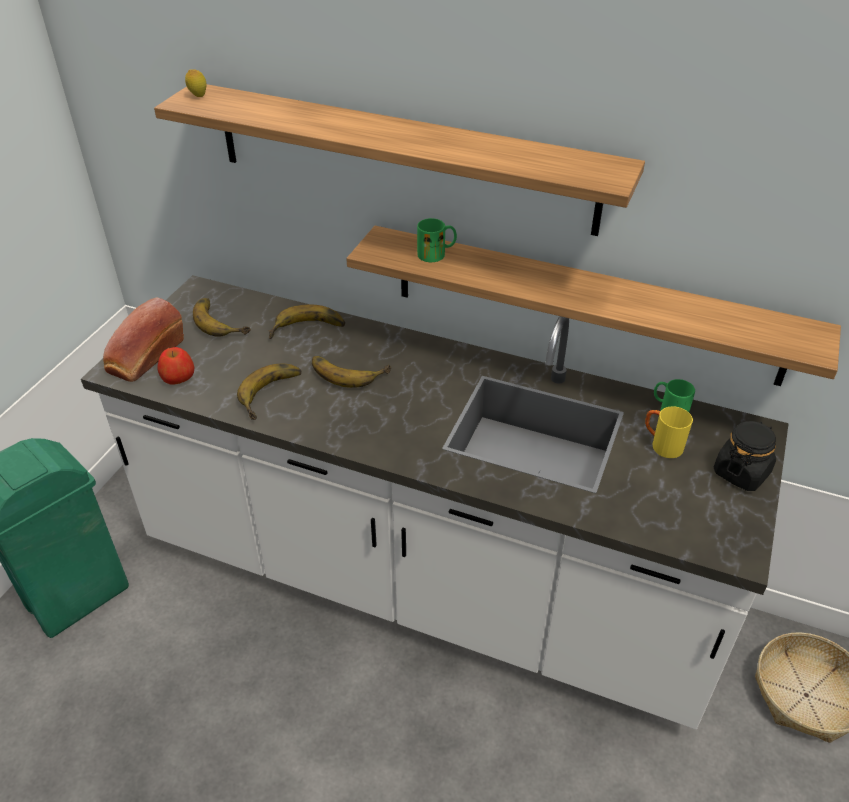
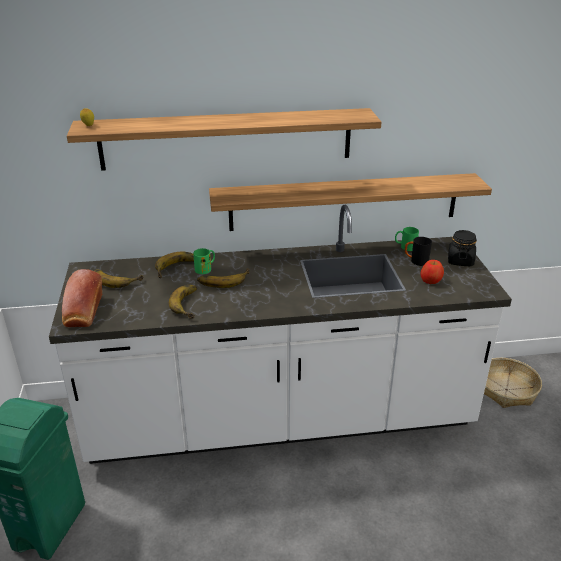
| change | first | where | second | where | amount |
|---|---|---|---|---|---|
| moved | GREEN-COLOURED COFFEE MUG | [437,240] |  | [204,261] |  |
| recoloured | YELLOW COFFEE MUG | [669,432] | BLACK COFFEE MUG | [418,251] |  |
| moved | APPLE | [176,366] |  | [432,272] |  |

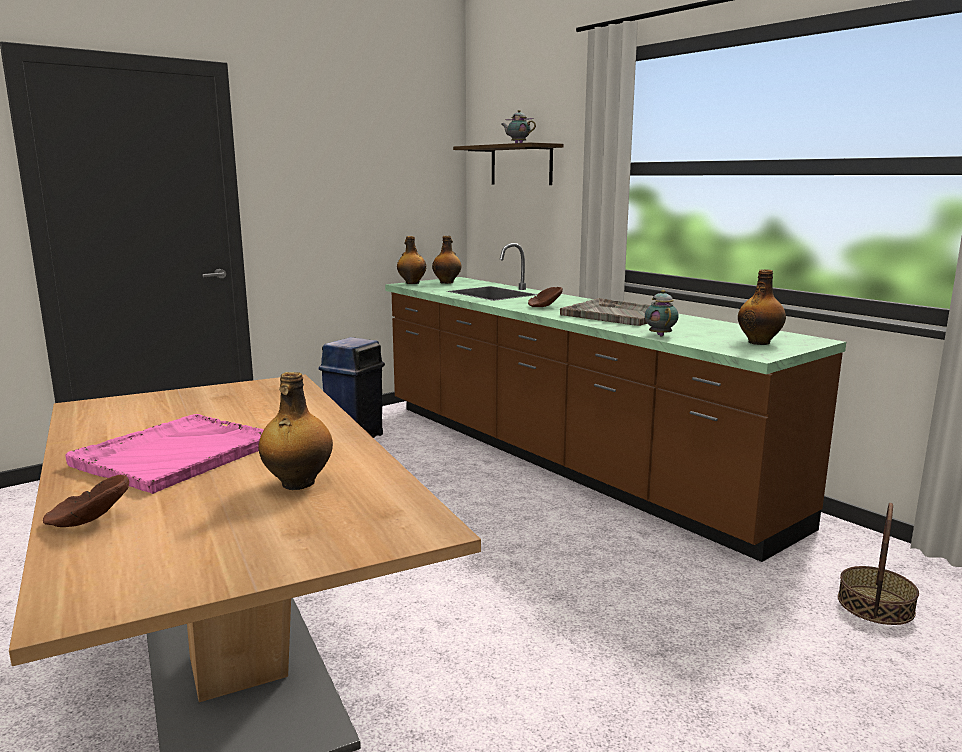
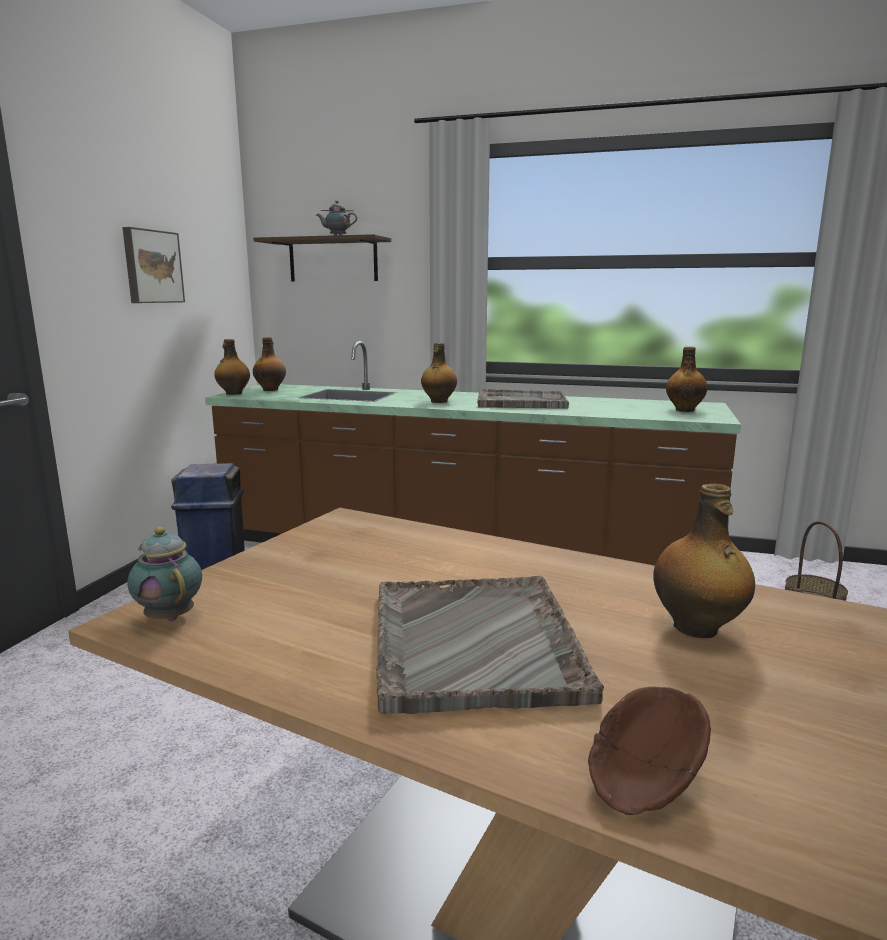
| change | first | where | second | where | amount |
|---|---|---|---|---|---|
| added |  |  | PICTURE | [153,265] |  |
| moved | TEA POT | [662,313] |  | [165,574] |  |
| recoloured | PINK CARRYING TRAY | [165,454] | GREY CARRYING TRAY | [490,645] |  |
| replaced | BROWNISH BOWL | [545,297] | BEVERAGE BOTTLE | [439,373] |  |

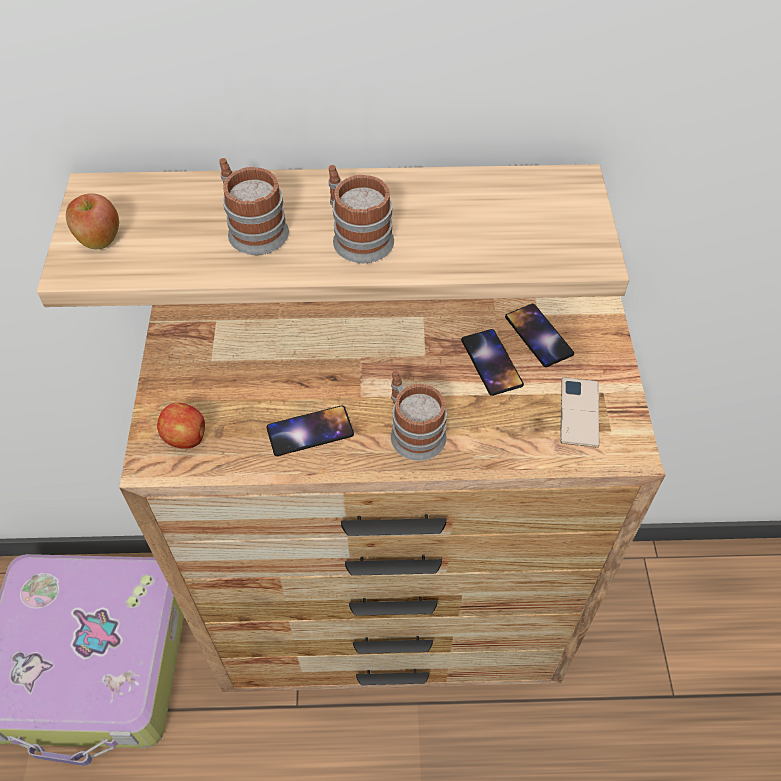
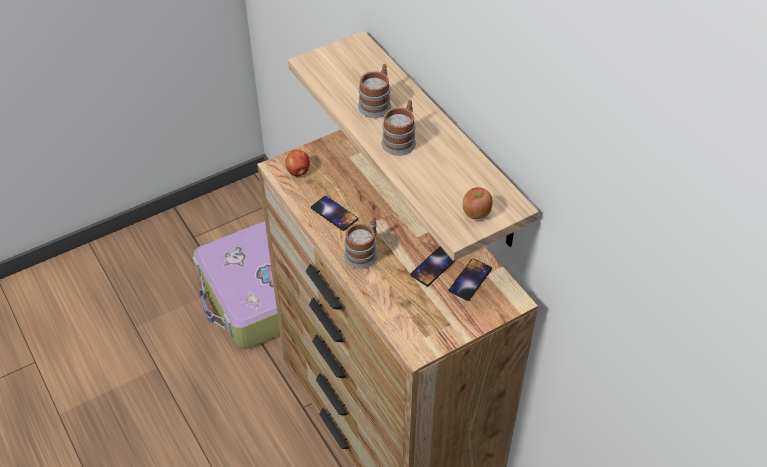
| change | first | where | second | where | amount |
|---|---|---|---|---|---|
| moved | APPLE | [92,221] |  | [478,203] |  |
| removed | HANDSET | [579,412] |  |  |  |

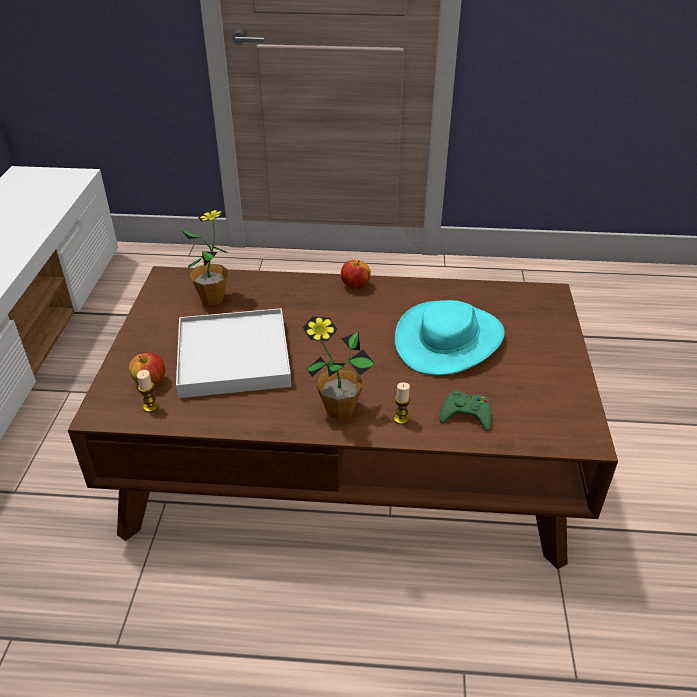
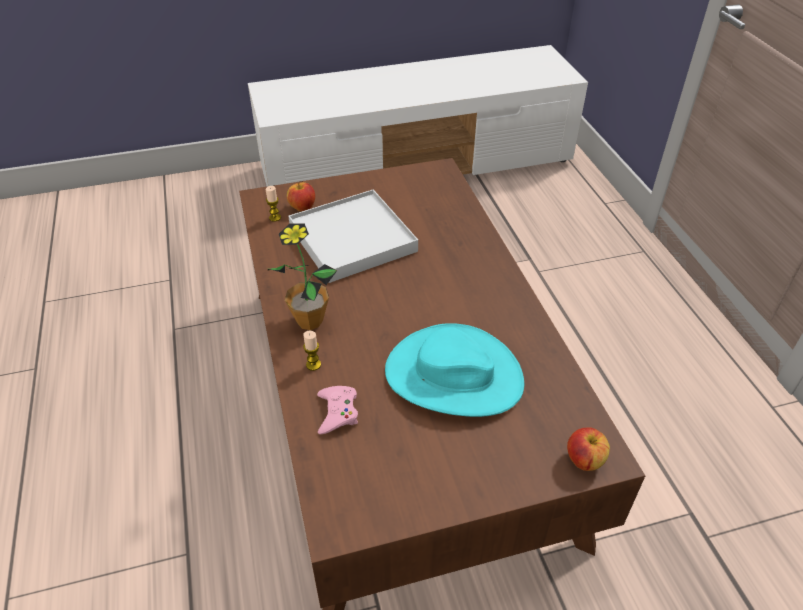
| change | first | where | second | where | amount |
|---|---|---|---|---|---|
| recoloured | GREEN-COLOURED GAMEPAD | [465,411] | PINK GAMEPAD | [337,410] |  |
| moved | APPLE | [356,274] |  | [588,449] |  |
| removed | PLANT IN A POT | [204,257] |  |  |  |

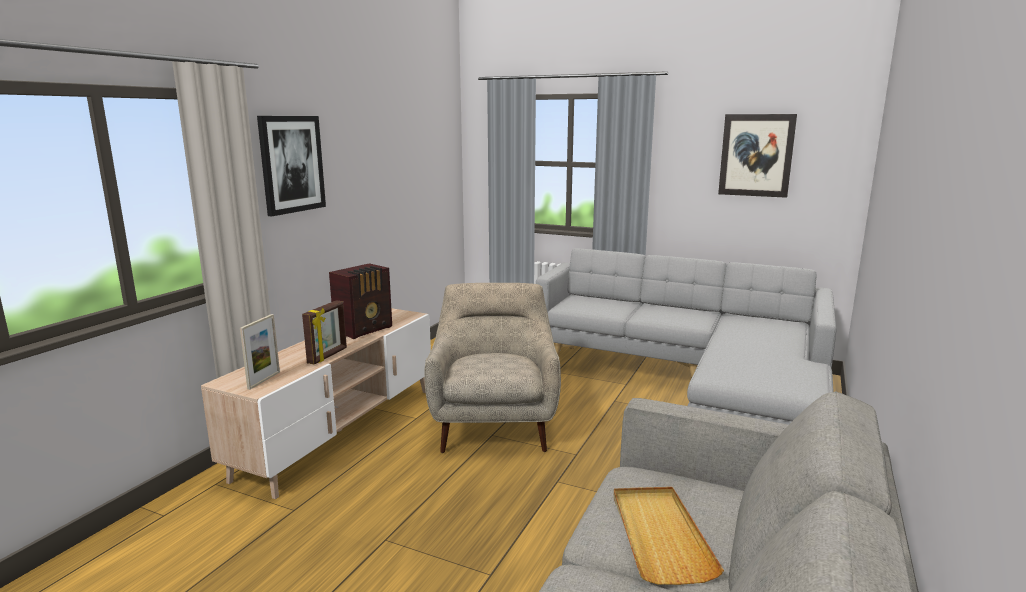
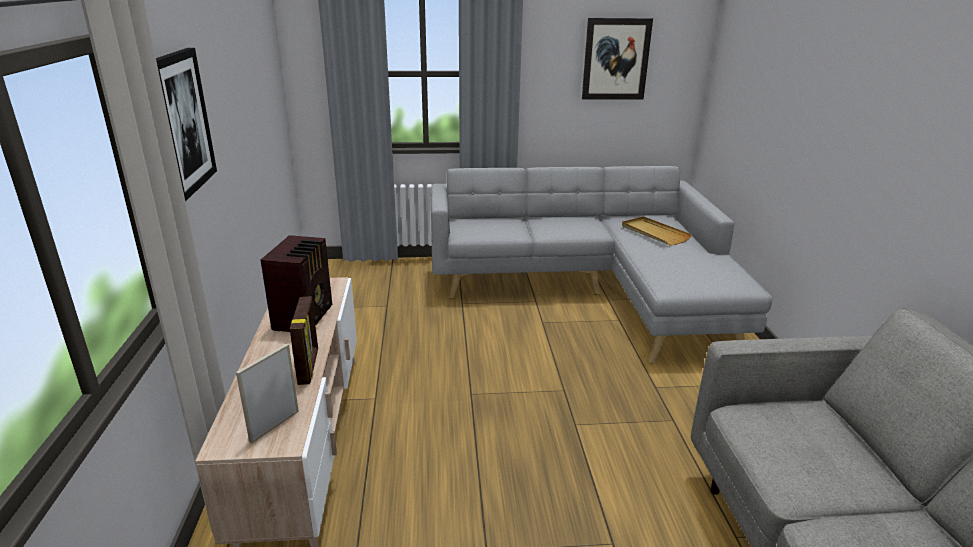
| change | first | where | second | where | amount |
|---|---|---|---|---|---|
| turned | STANDING FRAME | [260,352] |  | [267,393] | 135 degrees counterclockwise |
| moved | BEIGE-COLOURED CARRYING TRAY | [668,536] |  | [657,231] |  |
| removed | BEIGE-COLOURED EASY CHAIR | [492,368] |  |  |  |

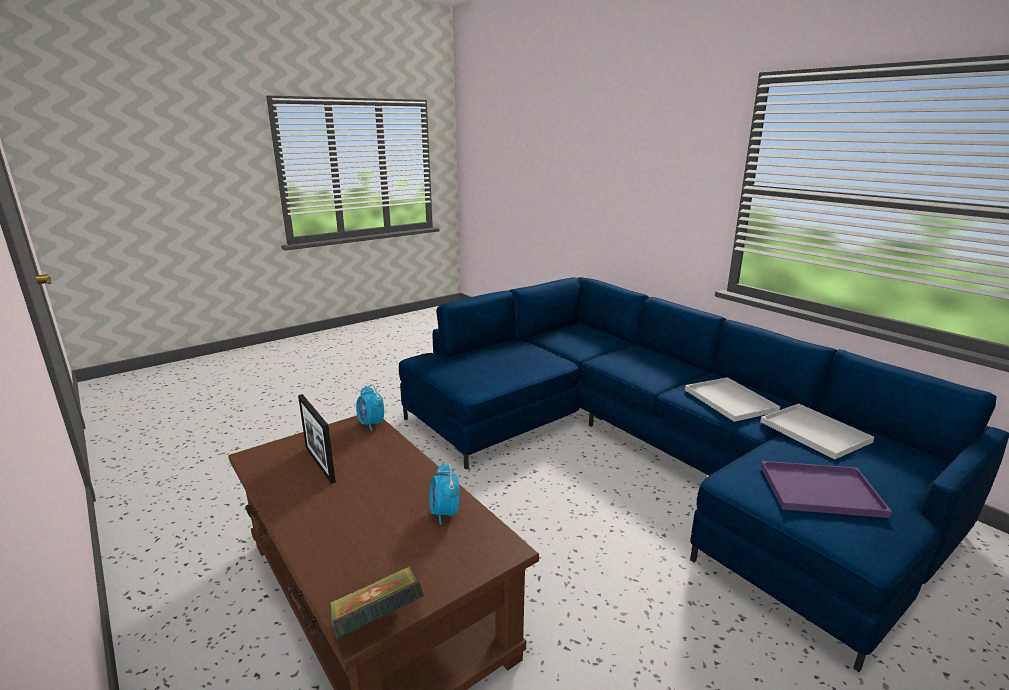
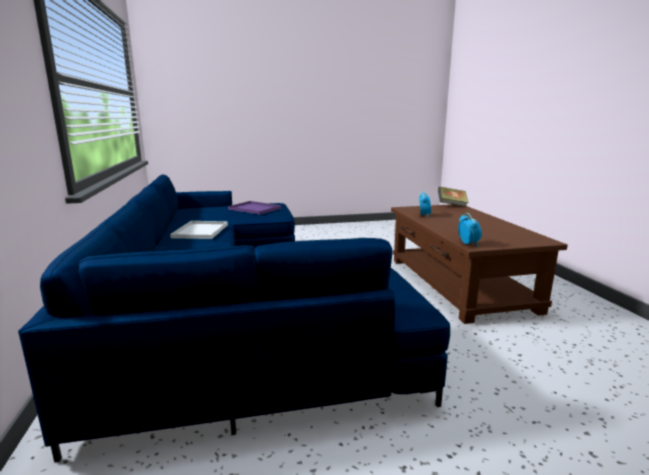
| change | first | where | second | where | amount |
|---|---|---|---|---|---|
| removed | STANDING FRAME | [317,439] |  |  |  |
| removed | WHITISH CARRYING TRAY | [817,431] |  |  |  |

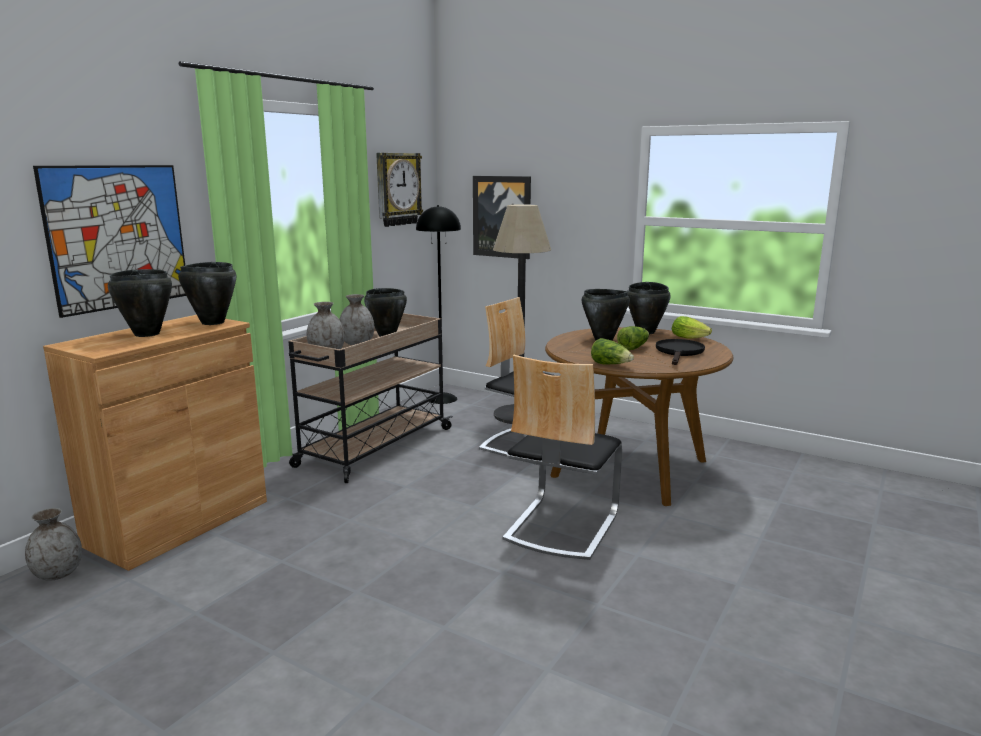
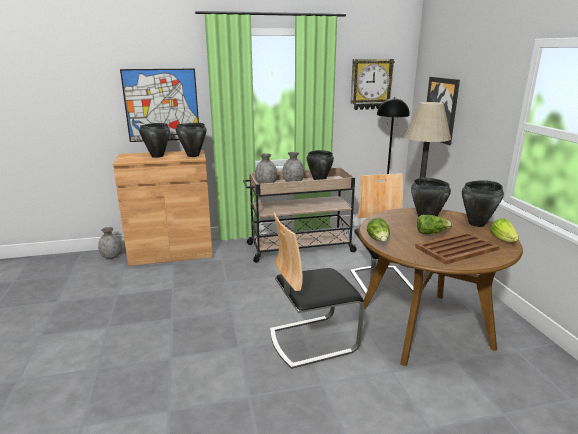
| change | first | where | second | where | amount |
|---|---|---|---|---|---|
| replaced | BLACK FRYING PAN | [680,352] | BROWNISH CARRYING TRAY | [457,248] |  |

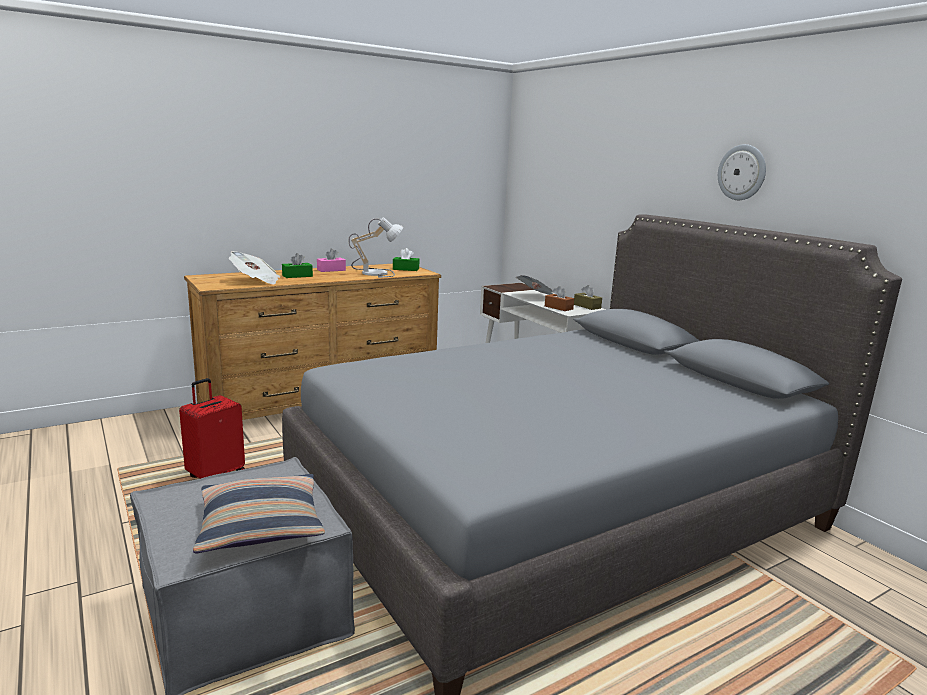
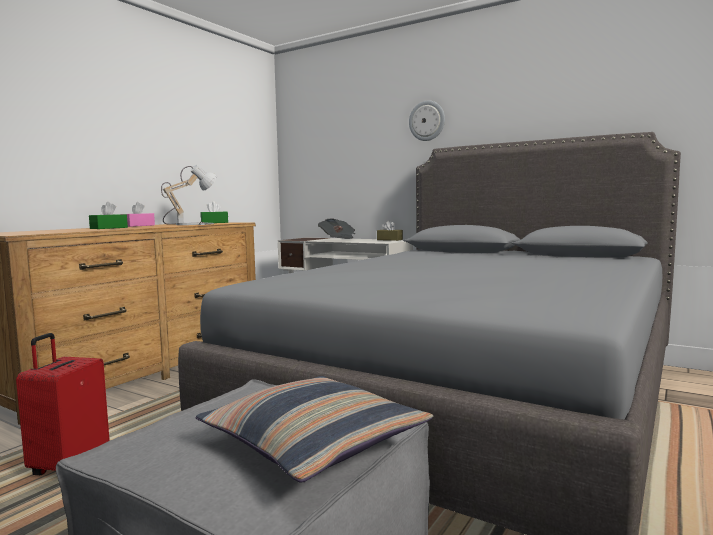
| change | first | where | second | where | amount |
|---|---|---|---|---|---|
| moved | WALL CLOCK | [742,172] |  | [427,120] |  |
| removed | DAILY PAPER | [254,268] |  |  |  |
| removed | BROWNISH BOX OF TISSUES | [559,298] |  |  |  |

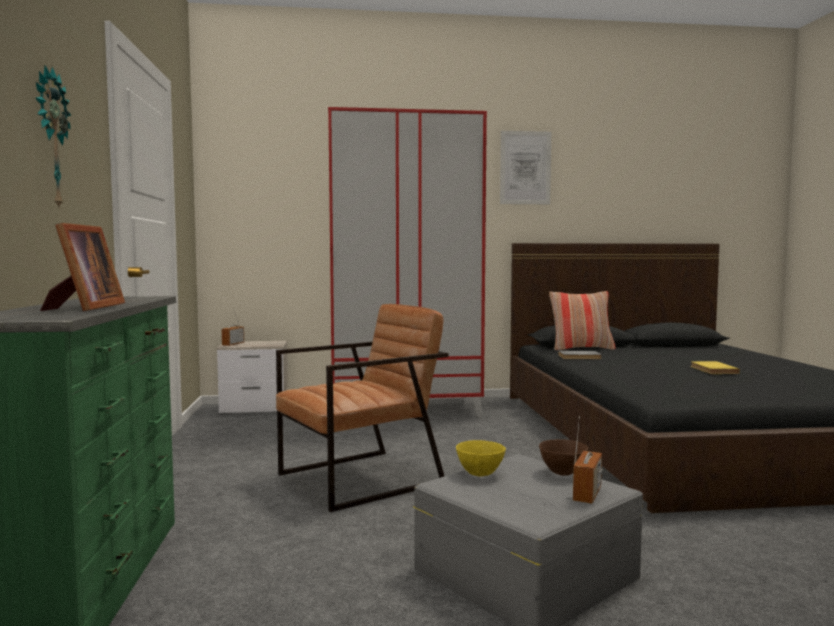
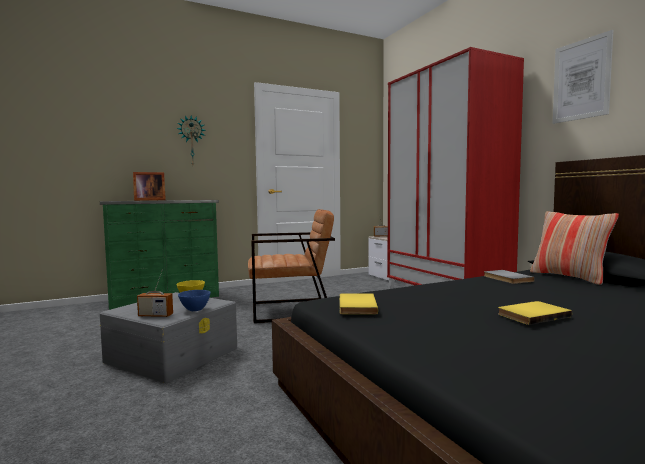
| change | first | where | second | where | amount |
|---|---|---|---|---|---|
| recoloured | BROWNISH BOWL | [563,457] | BLUE-COLOURED BOWL | [194,300] |  |
| turned | BROWNISH EASY CHAIR | [362,408] |  | [291,266] | 45 degrees counterclockwise |
| added |  |  | YELLOW VOLUME | [359,303] |  |

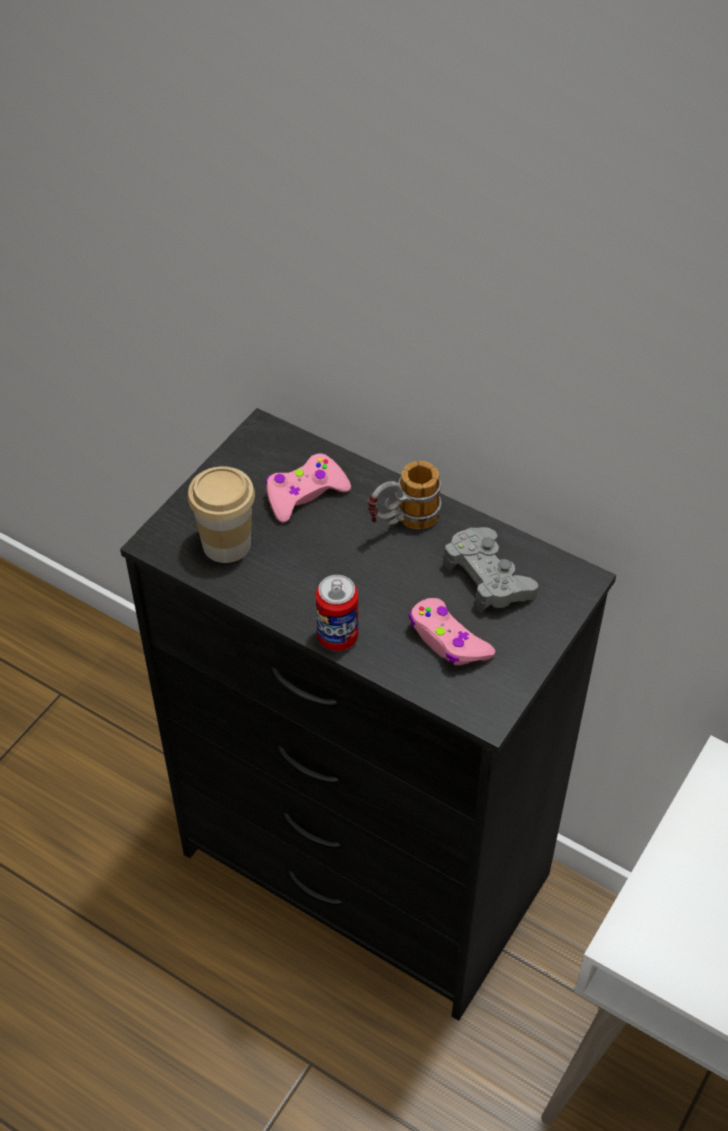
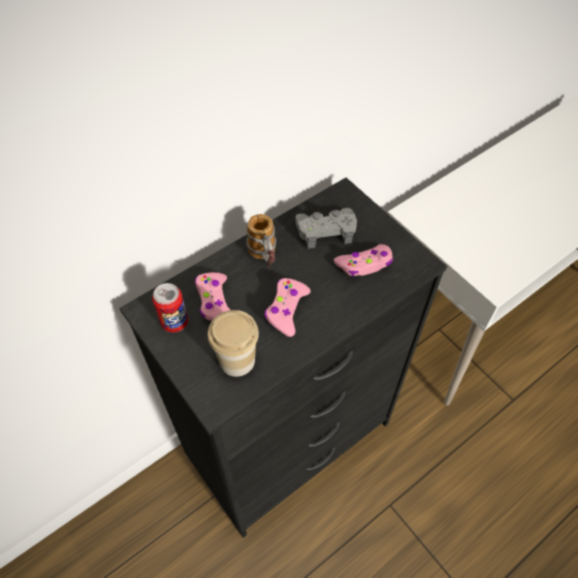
| change | first | where | second | where | amount |
|---|---|---|---|---|---|
| moved | SEALED CAN | [337,613] |  | [170,307] |  |
| added |  |  | PINK GAMEPAD | [287,307] |  |

